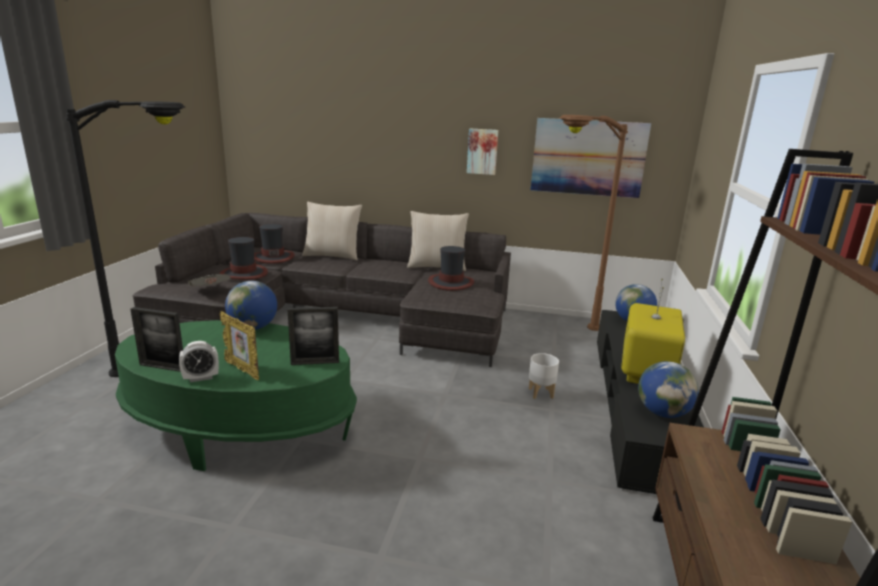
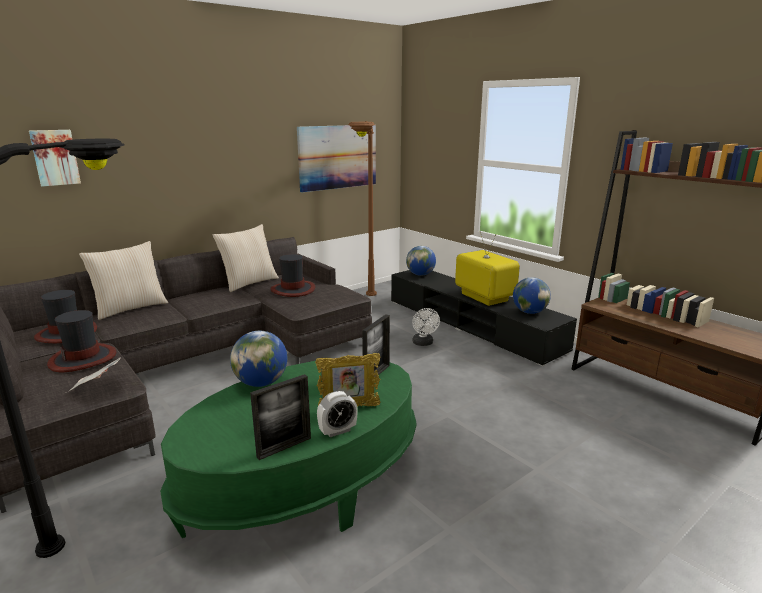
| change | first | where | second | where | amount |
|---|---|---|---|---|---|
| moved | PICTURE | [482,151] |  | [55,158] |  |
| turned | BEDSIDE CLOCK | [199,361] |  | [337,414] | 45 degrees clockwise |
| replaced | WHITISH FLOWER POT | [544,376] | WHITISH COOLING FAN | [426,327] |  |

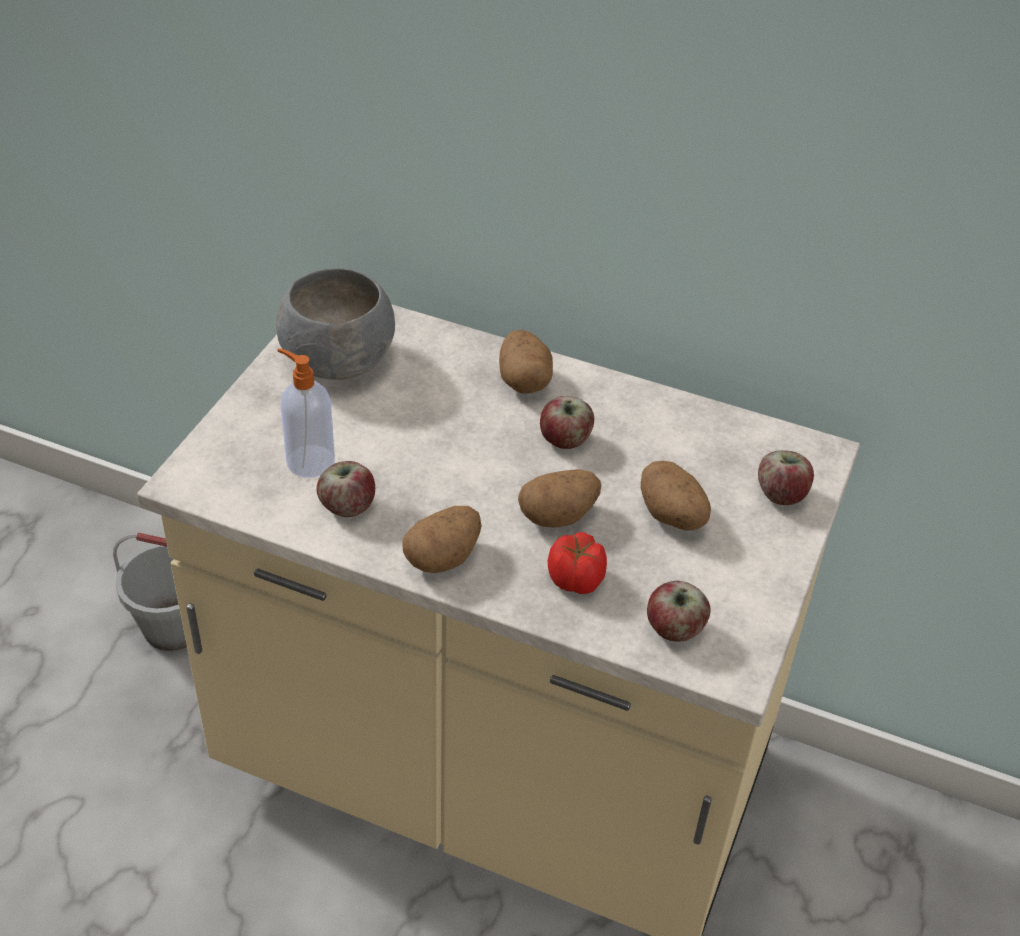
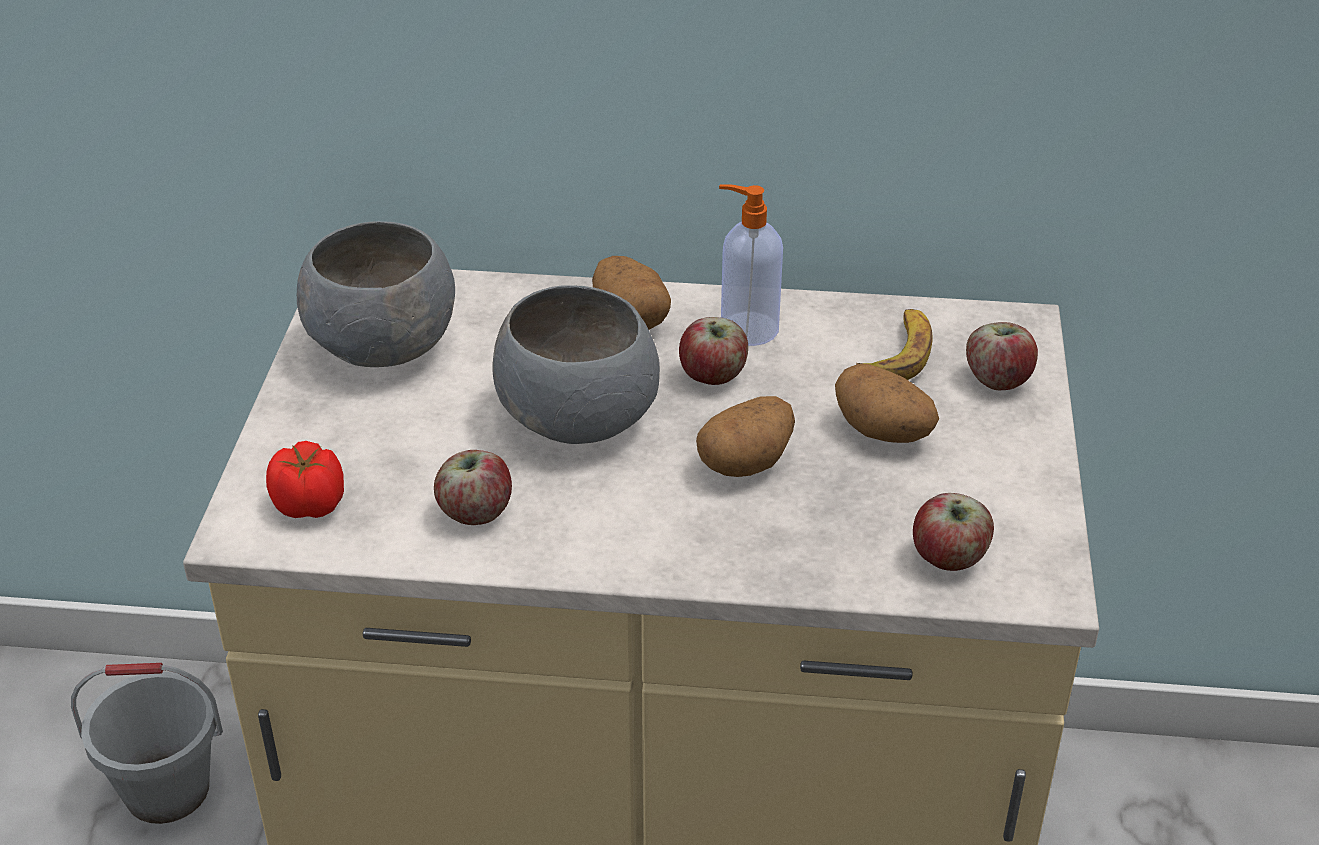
| change | first | where | second | where | amount |
|---|---|---|---|---|---|
| moved | TOMATO | [577,563] |  | [305,479] |  |
| added |  |  | GREY BOWL | [576,365] |  |
| moved | SOAP DISPENSER | [306,413] |  | [751,265] |  |
| added |  |  | BANANA | [894,344] |  |
| removed | SPUD | [442,539] |  |  |  |

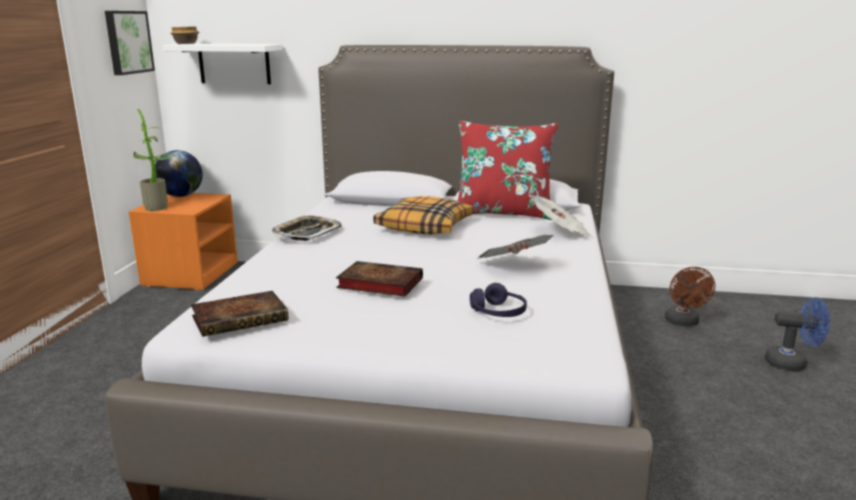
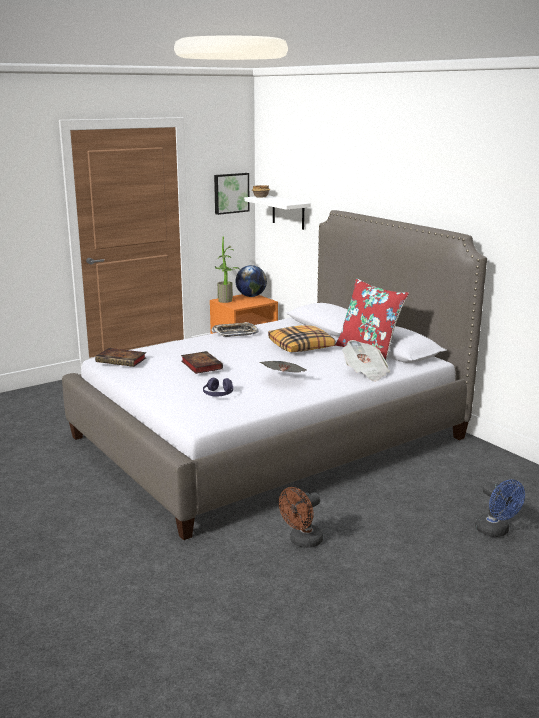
| change | first | where | second | where | amount |
|---|---|---|---|---|---|
| moved | BROWNISH COOLING FAN | [690,296] |  | [301,517] |  |

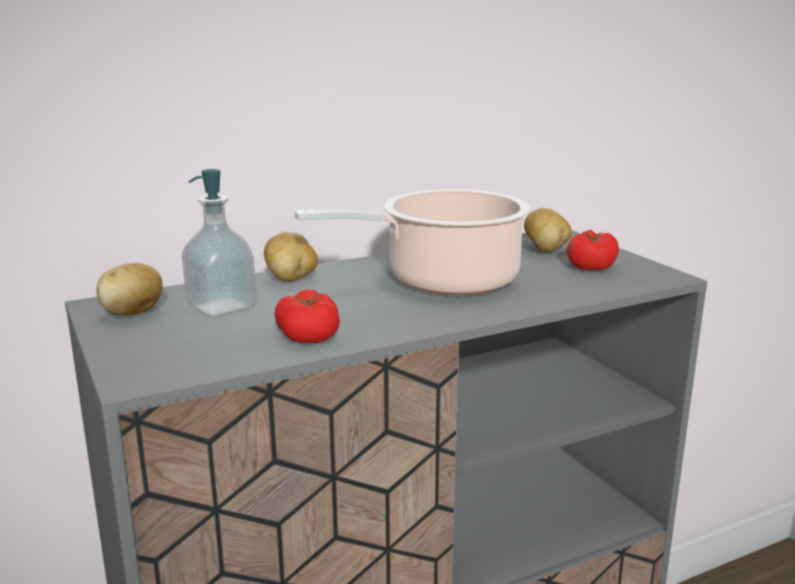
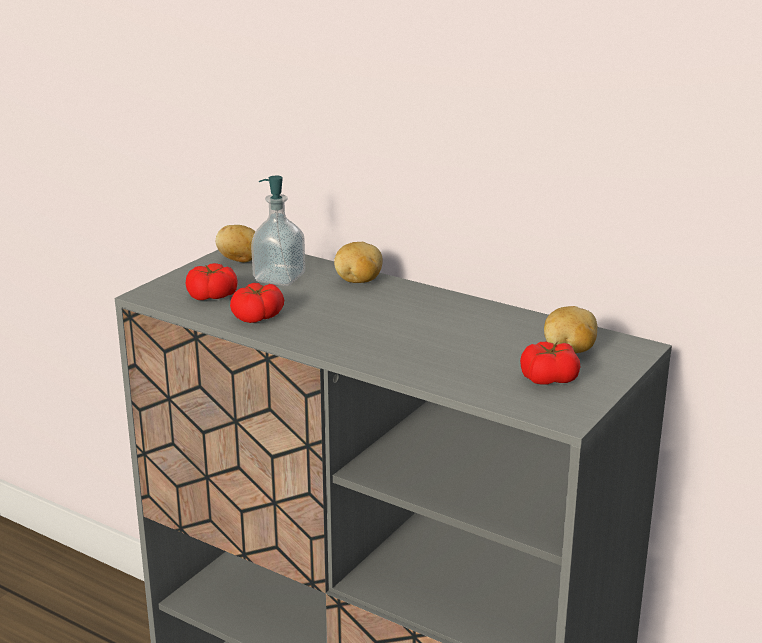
| change | first | where | second | where | amount |
|---|---|---|---|---|---|
| added |  |  | TOMATO | [212,281] |  |
| removed | SAUCEPOT | [412,242] |  |  |  |

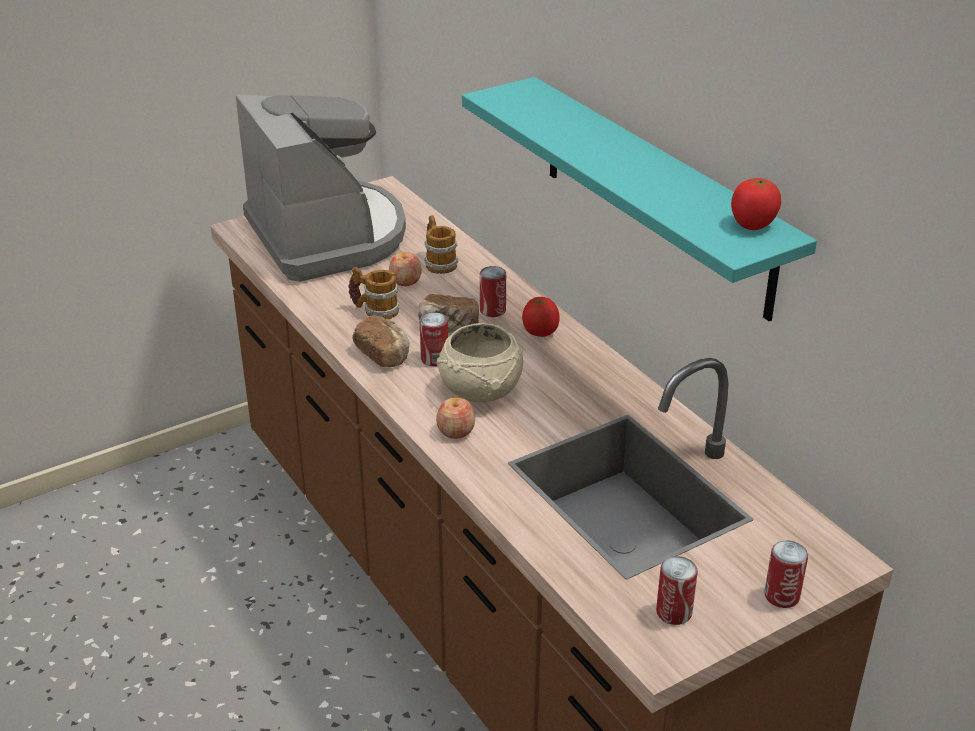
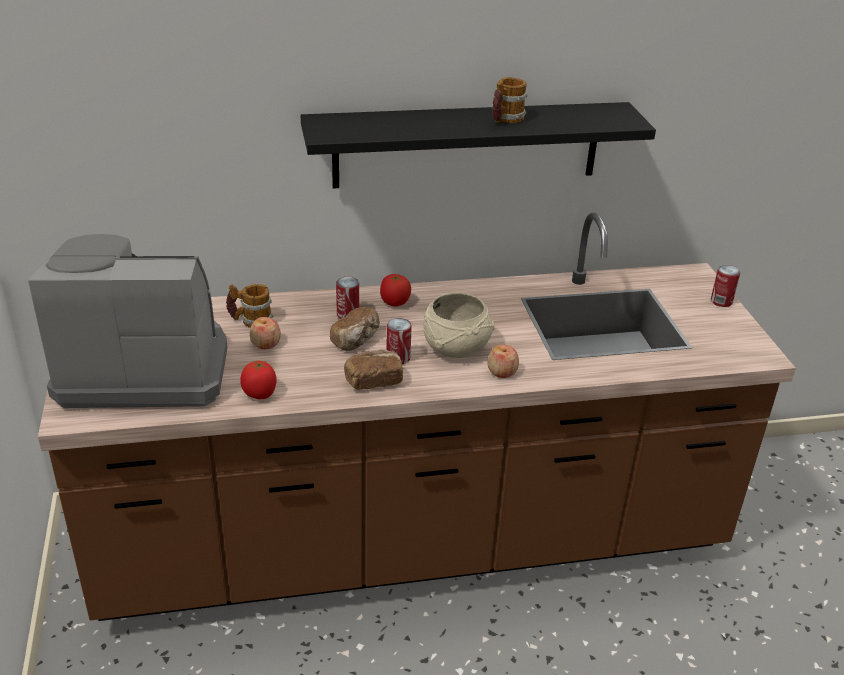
| change | first | where | second | where | amount |
|---|---|---|---|---|---|
| moved | TOMATO | [756,204] |  | [258,380] |  |
| recoloured | TURQUOISE-COLOURED BRACKET SHELF | [639,199] | BLACK BRACKET SHELF | [478,145] |  |
| moved | COFFEE MUG | [374,293] |  | [510,100] |  |
| removed | SEALED CAN | [677,590] |  |  |  |

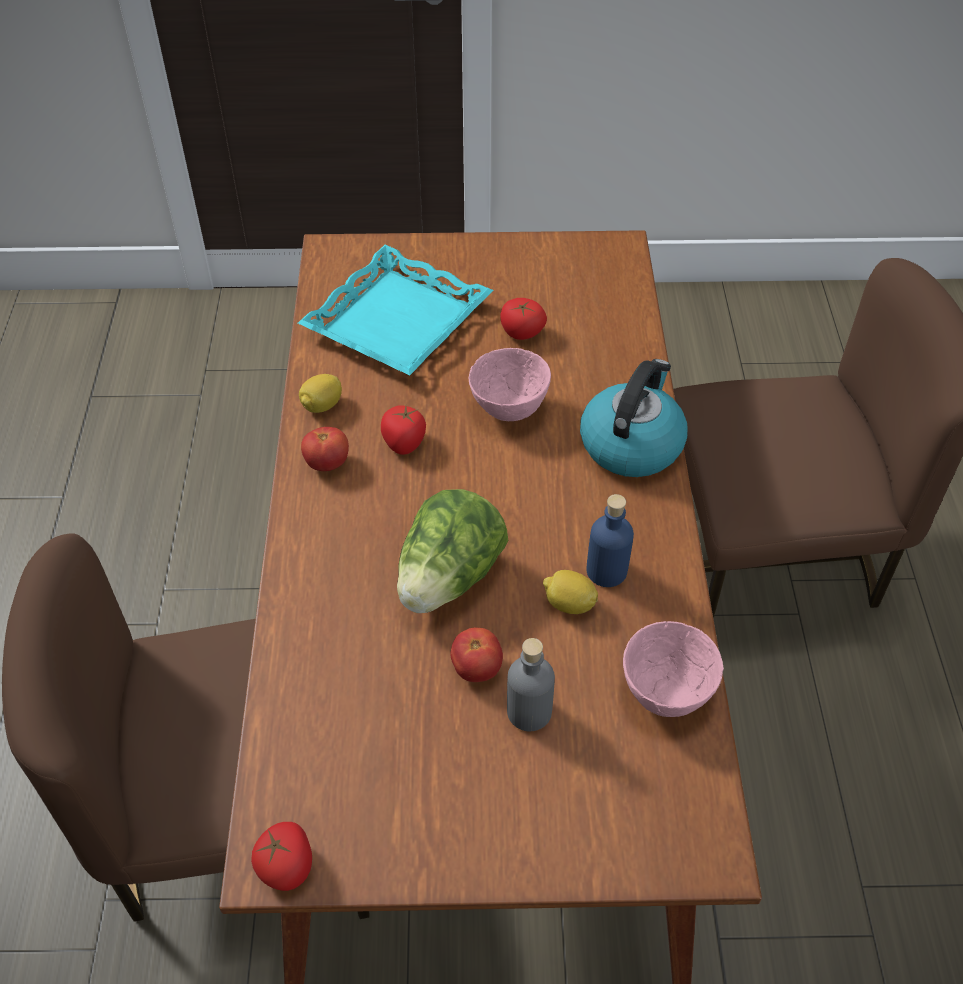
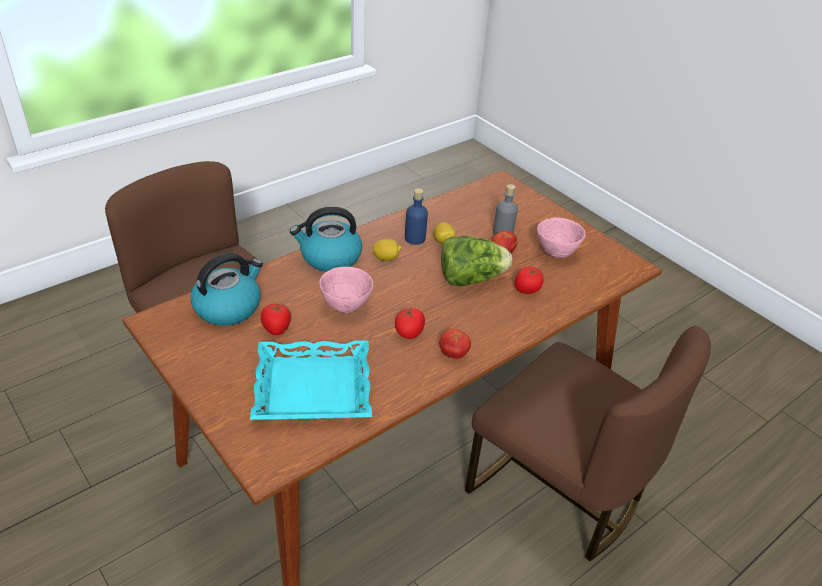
| change | first | where | second | where | amount |
|---|---|---|---|---|---|
| added |  |  | KETTLE | [226,289] |  |
| moved | CITRUS FRUIT | [320,393] |  | [387,250] |  |
| moved | TOMATO | [281,856] |  | [529,280] |  |
| moved | PINK BOWL | [673,669] |  | [561,237] |  |

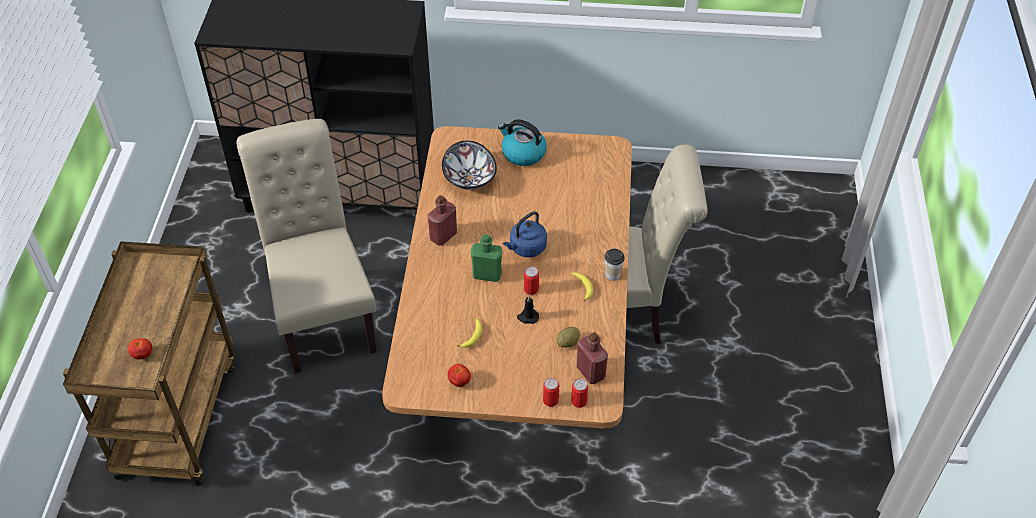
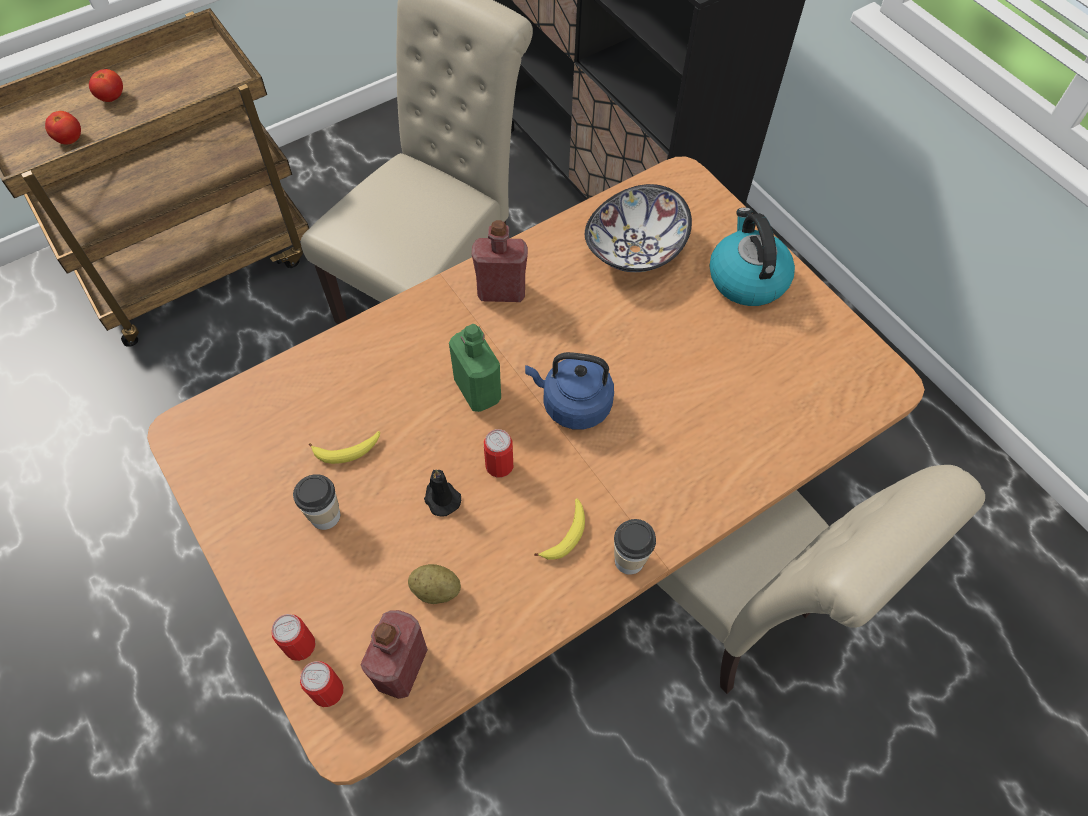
| change | first | where | second | where | amount |
|---|---|---|---|---|---|
| moved | TOMATO | [459,375] |  | [106,85] |  |
| added |  |  | CUP | [316,502] |  |

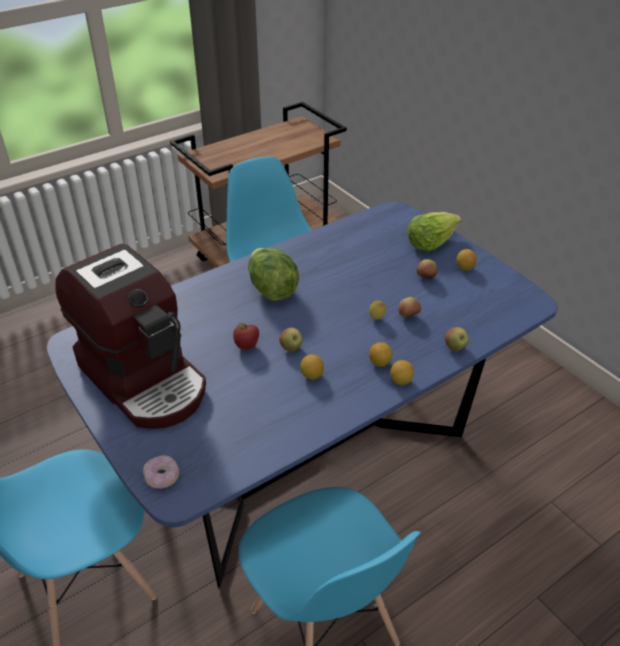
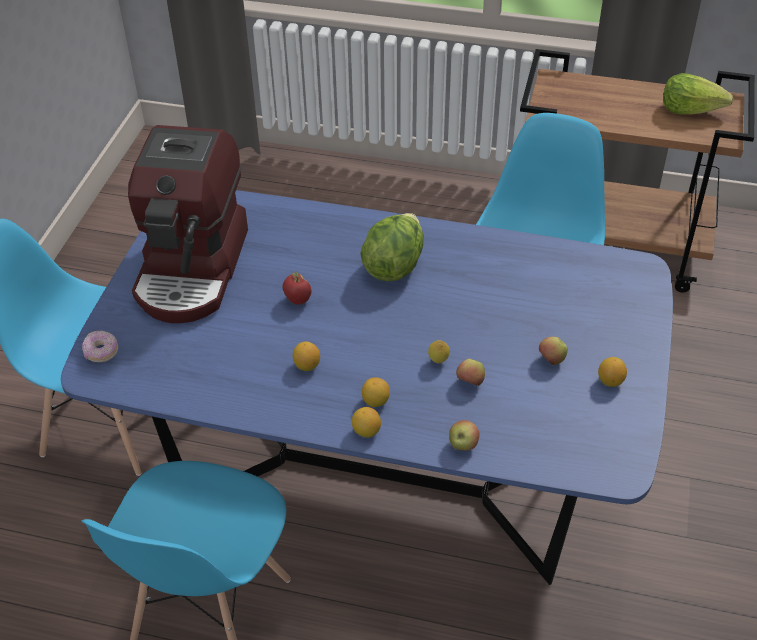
| change | first | where | second | where | amount |
|---|---|---|---|---|---|
| moved | LETTUCE | [434,231] |  | [698,93] |  |
| removed | APPLE | [291,339] |  |  |  |

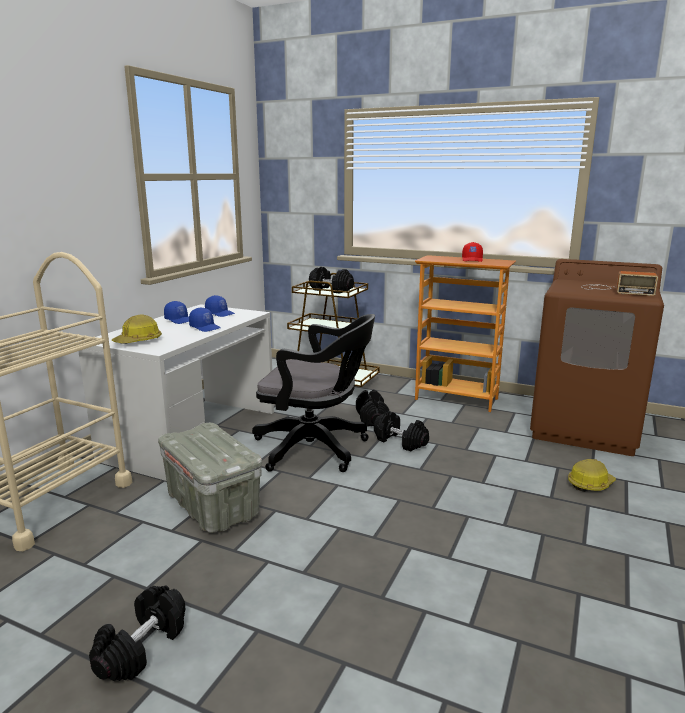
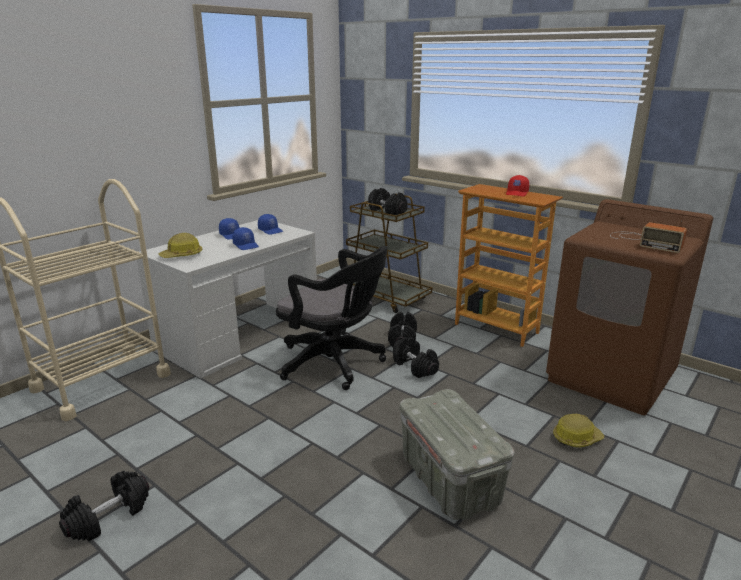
| change | first | where | second | where | amount |
|---|---|---|---|---|---|
| moved | GREY STORAGE BOX | [210,478] |  | [457,454] |  |

